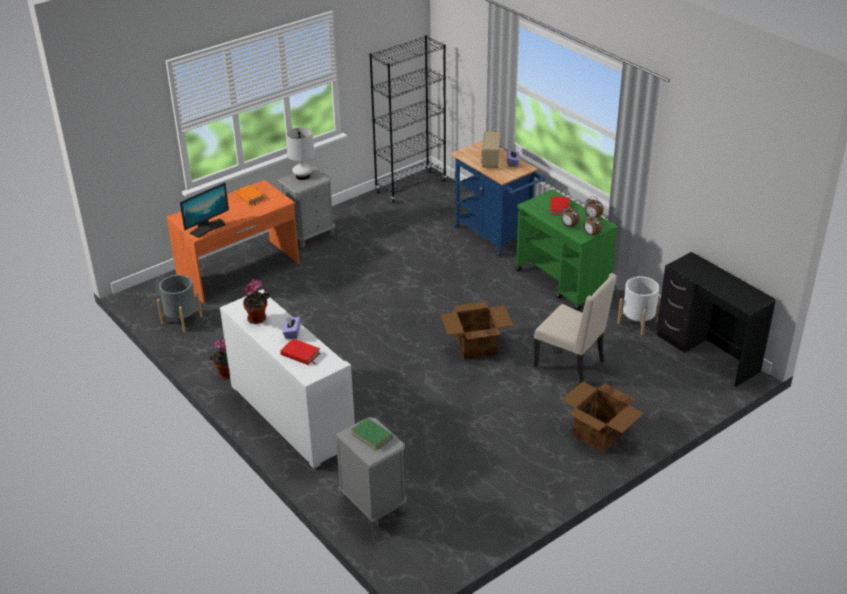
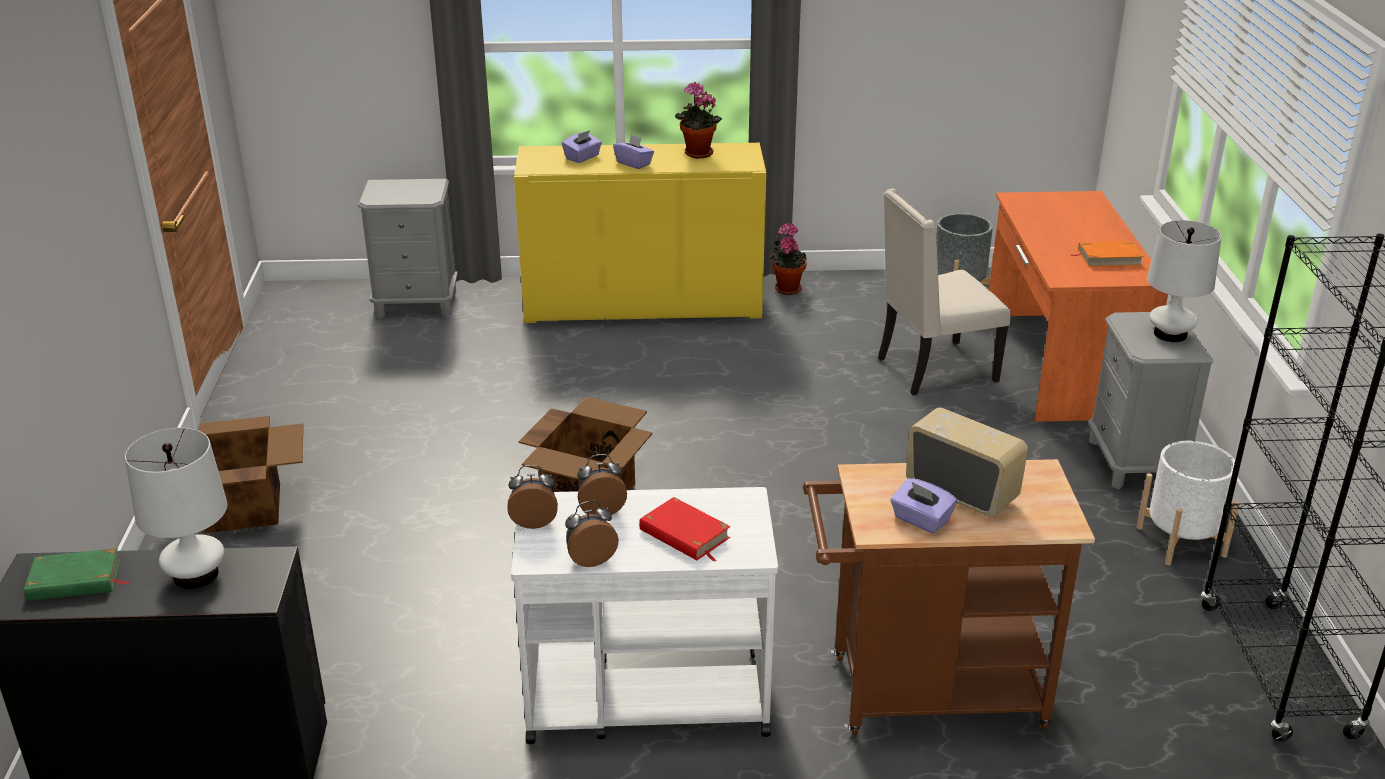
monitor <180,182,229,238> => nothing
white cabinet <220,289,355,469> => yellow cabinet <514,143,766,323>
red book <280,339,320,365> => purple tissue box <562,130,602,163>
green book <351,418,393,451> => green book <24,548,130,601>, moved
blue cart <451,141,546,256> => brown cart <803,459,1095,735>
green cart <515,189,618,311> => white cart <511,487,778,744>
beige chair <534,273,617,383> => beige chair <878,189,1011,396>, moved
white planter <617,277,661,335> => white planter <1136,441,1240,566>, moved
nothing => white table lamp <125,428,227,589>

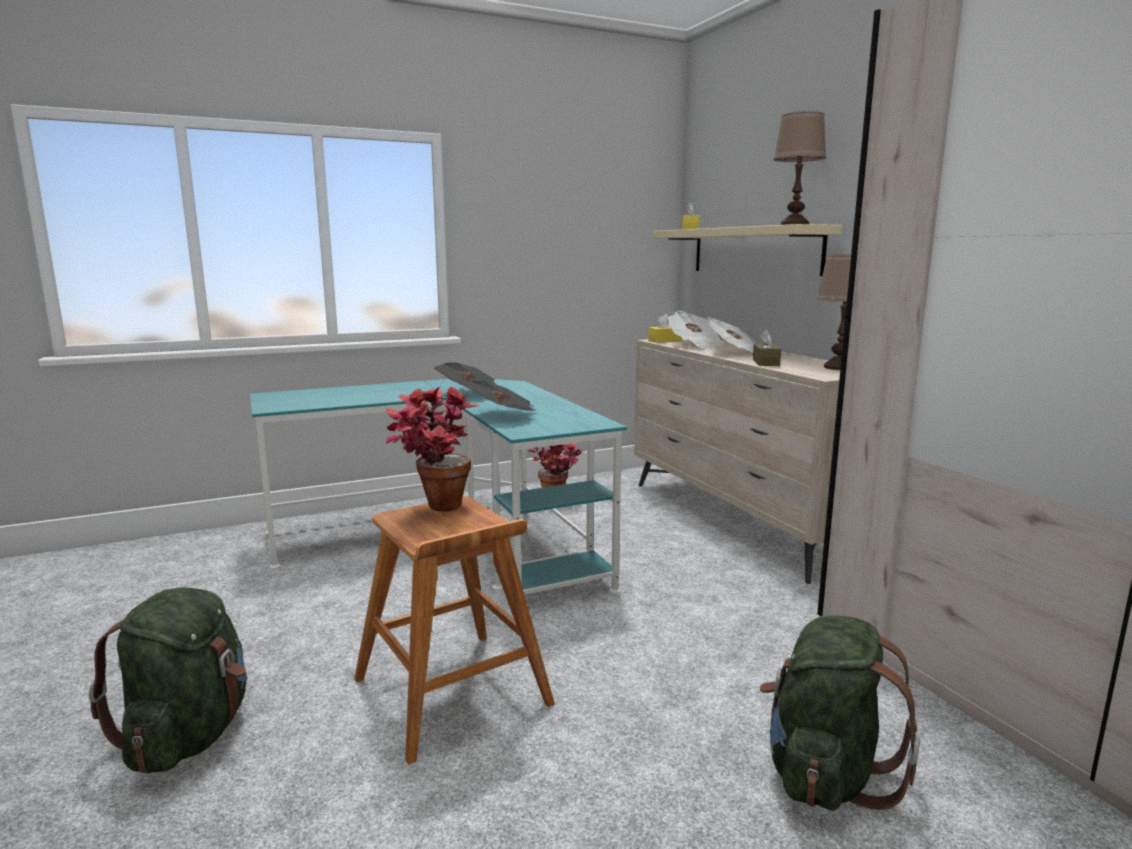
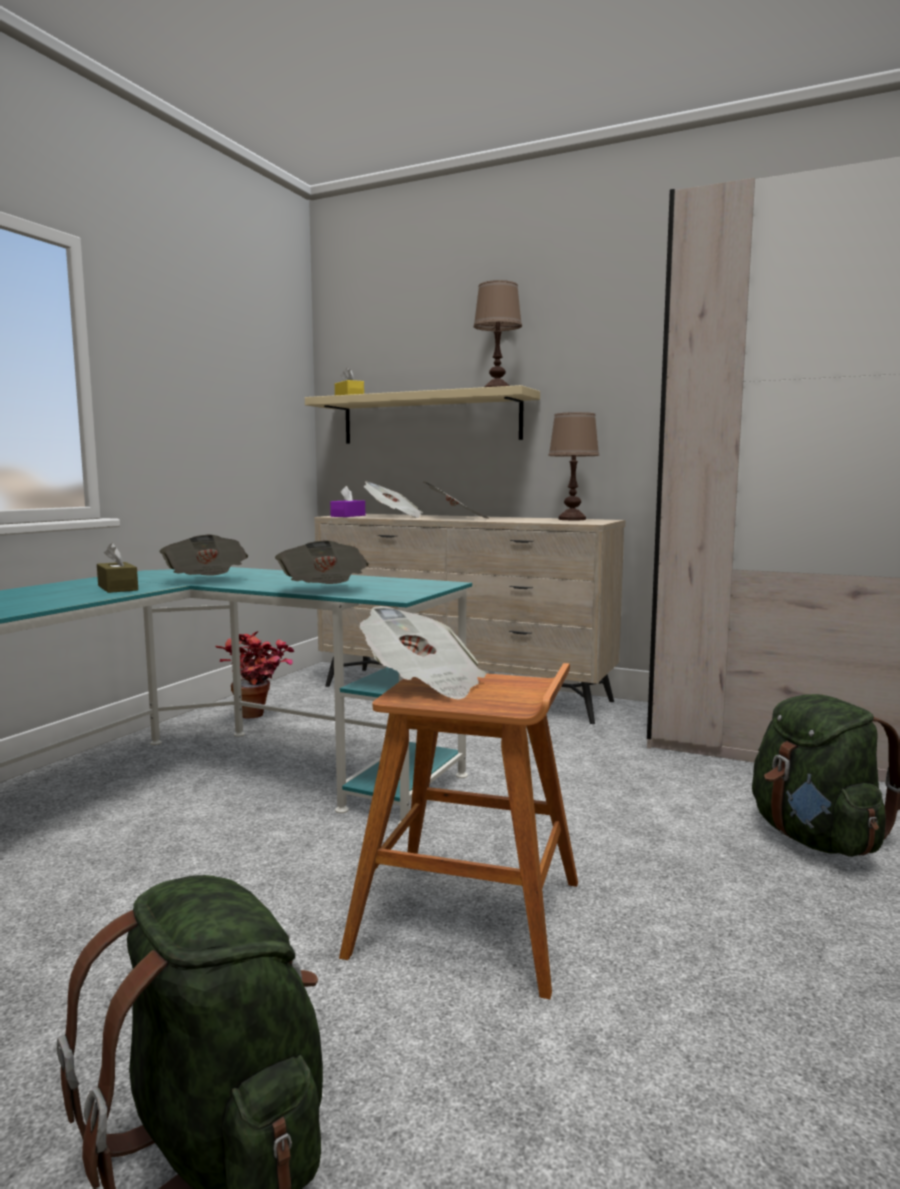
potted plant <385,386,480,512> => newspaper <360,606,486,700>
yellow tissue box <648,314,683,343> => purple tissue box <330,486,365,517>
brown tissue box <753,330,781,366> => brown tissue box <97,543,138,593>, moved

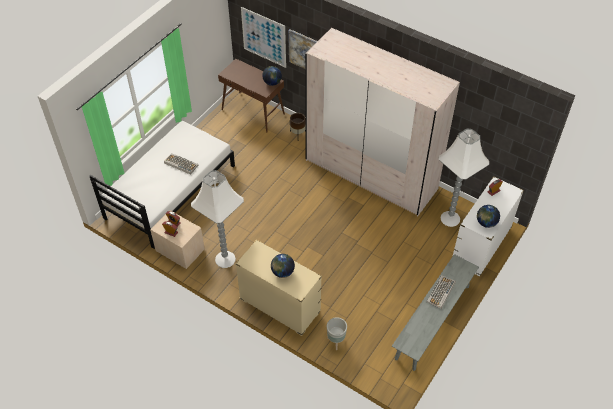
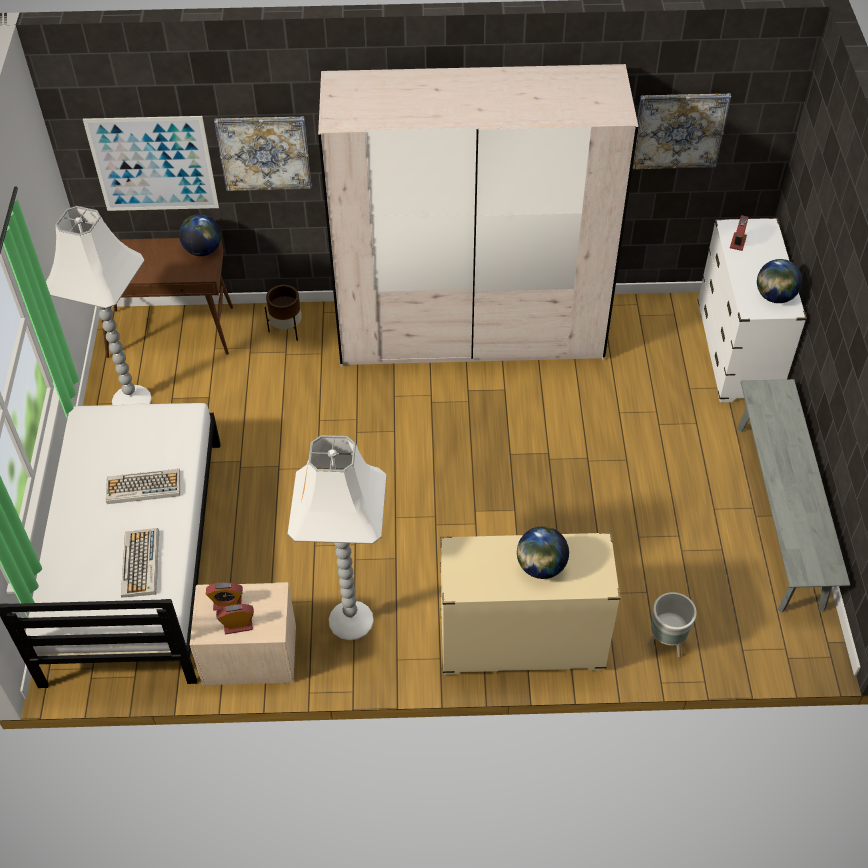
keyboard <427,275,456,309> => keyboard <121,528,159,597>, moved
white floor lamp <439,129,489,227> => white floor lamp <46,206,152,405>, moved
nothing => picture <633,93,731,169>

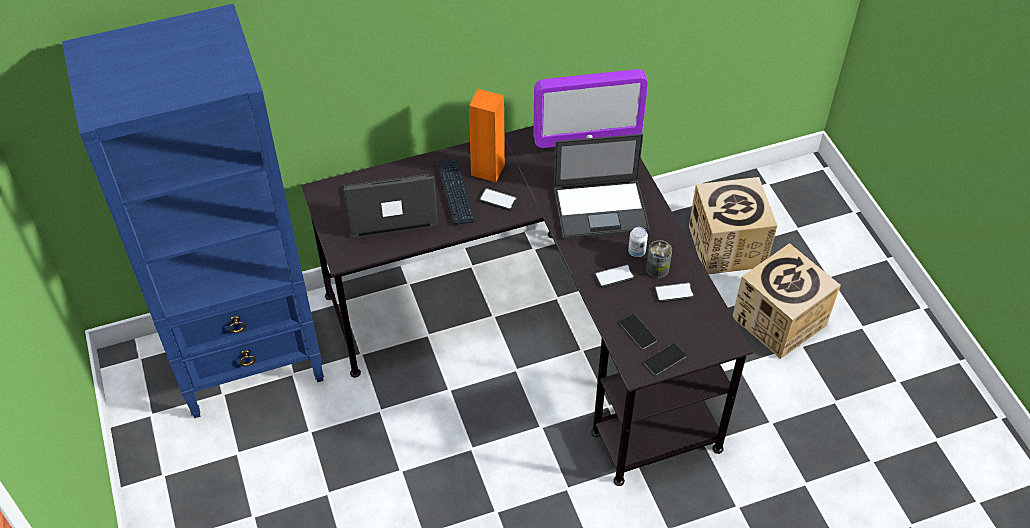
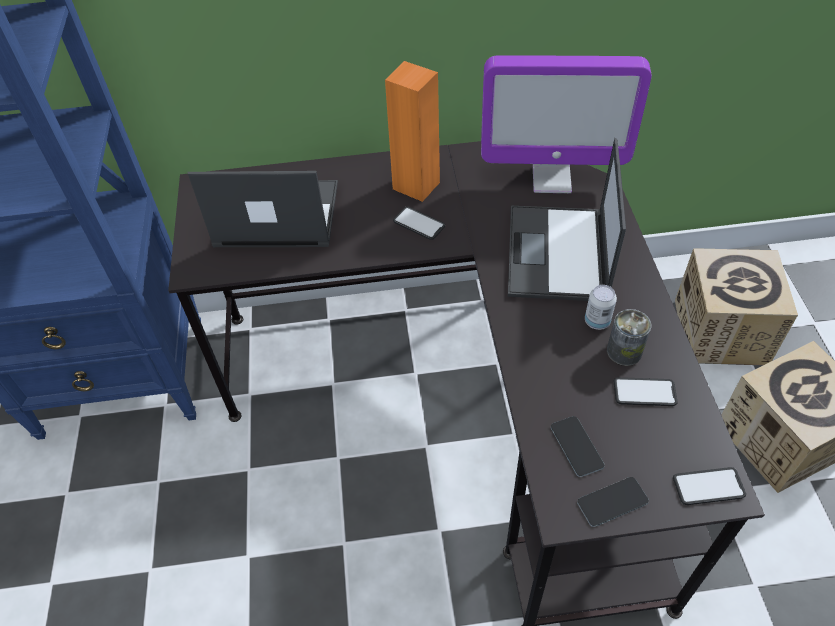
keyboard <437,159,475,225> => nothing
laptop <554,134,650,239> => laptop <508,138,626,301>, 90 degrees clockwise
phone <594,264,636,288> => phone <673,467,746,505>, moved

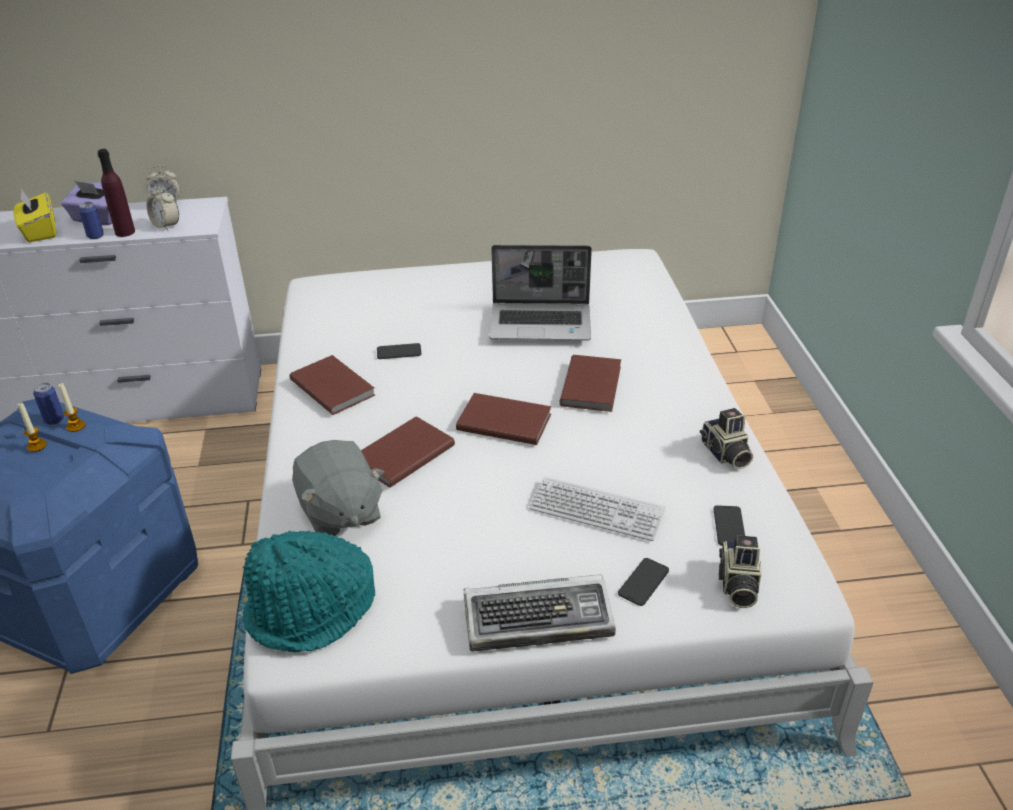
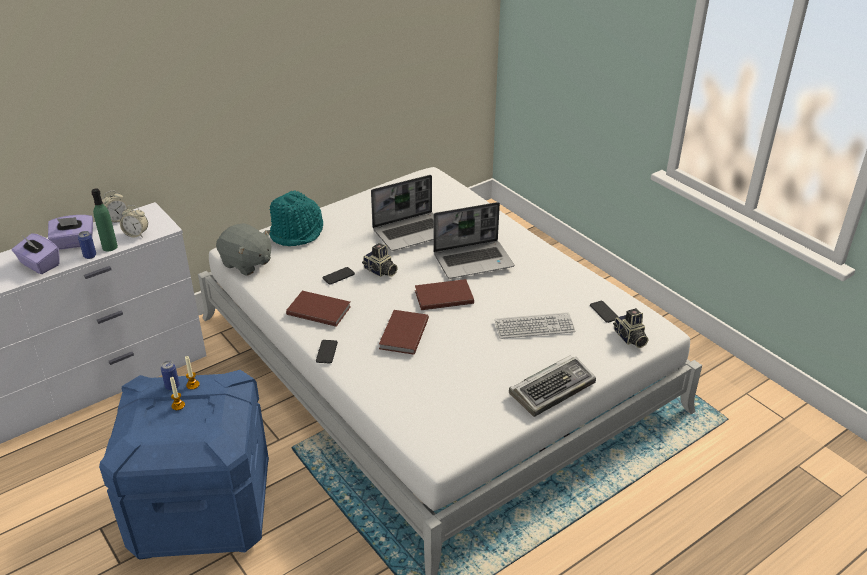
yellow tissue box <14,189,56,242> => purple tissue box <12,233,60,274>
purple bottle <97,149,135,237> => green bottle <91,188,118,251>
turquoise hat <243,530,375,652> => turquoise hat <269,191,323,246>, moved
grey plush toy <292,440,384,536> => grey plush toy <216,223,271,276>, moved
brown book <559,355,621,412> => laptop <433,202,514,279>
phone <618,558,669,606> => phone <316,340,338,363>, moved
photo camera <700,408,753,469> => photo camera <362,243,398,277>, moved

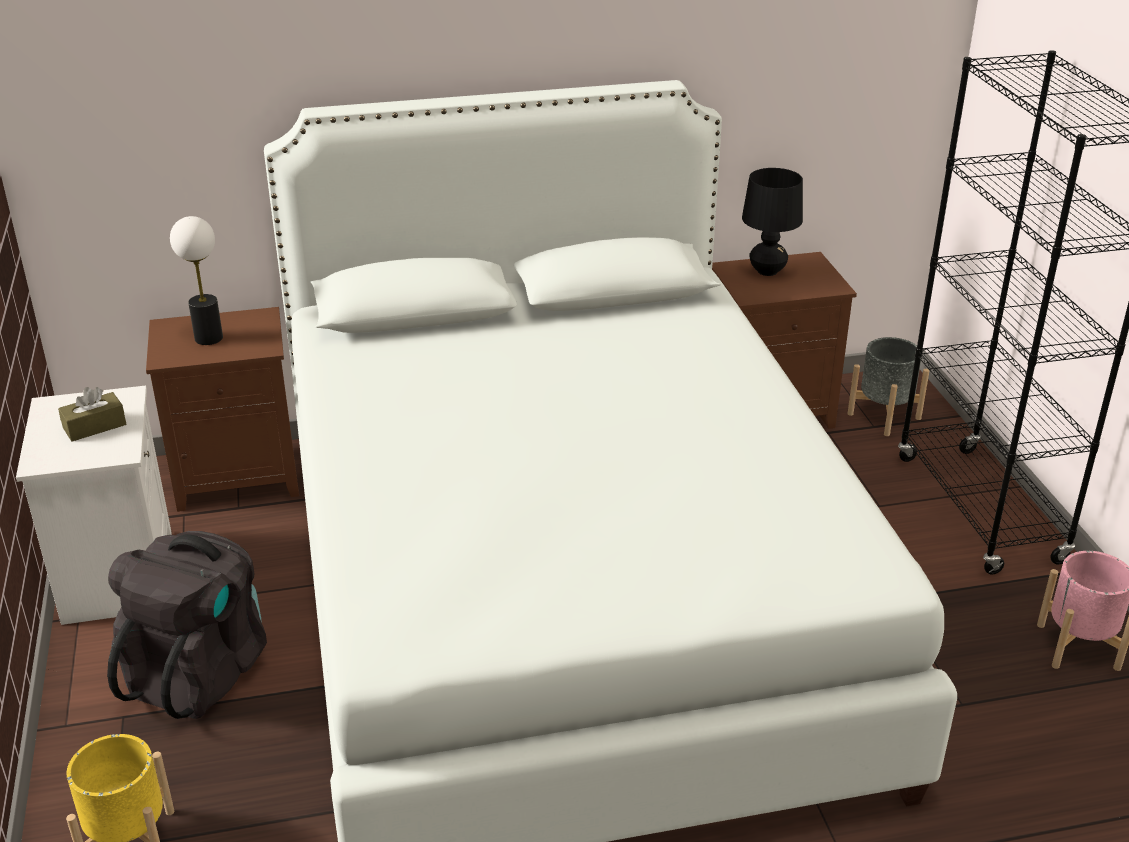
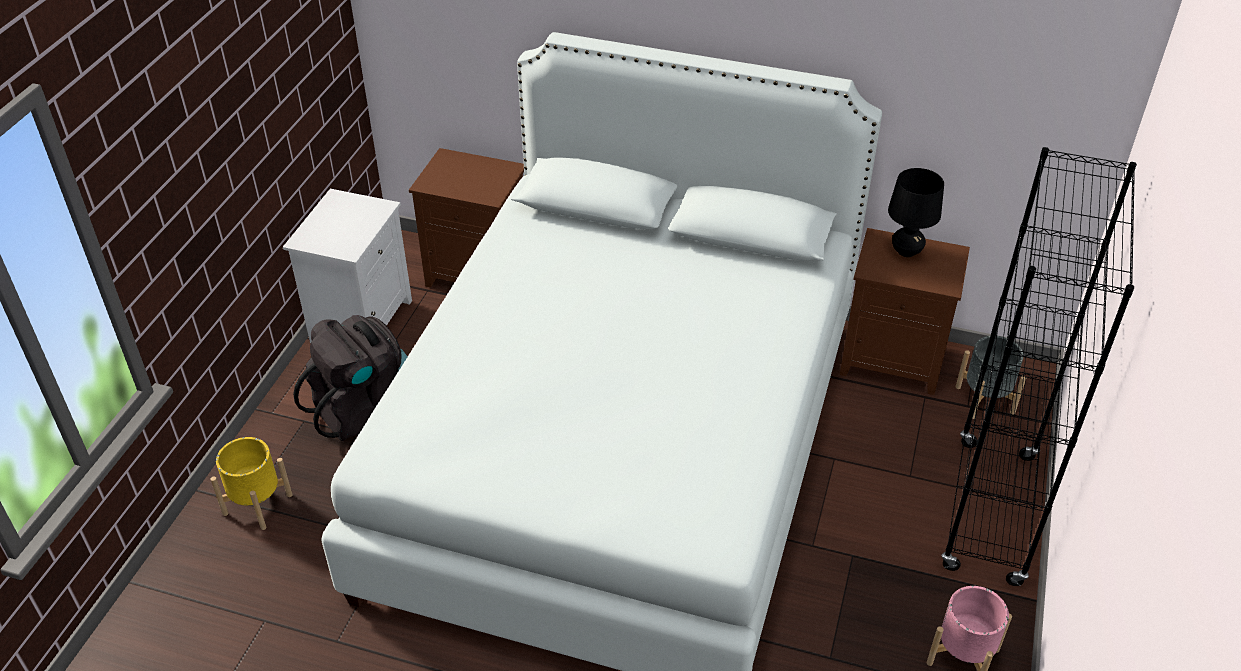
brown tissue box <58,387,126,442> => nothing
table lamp <170,216,223,345> => nothing

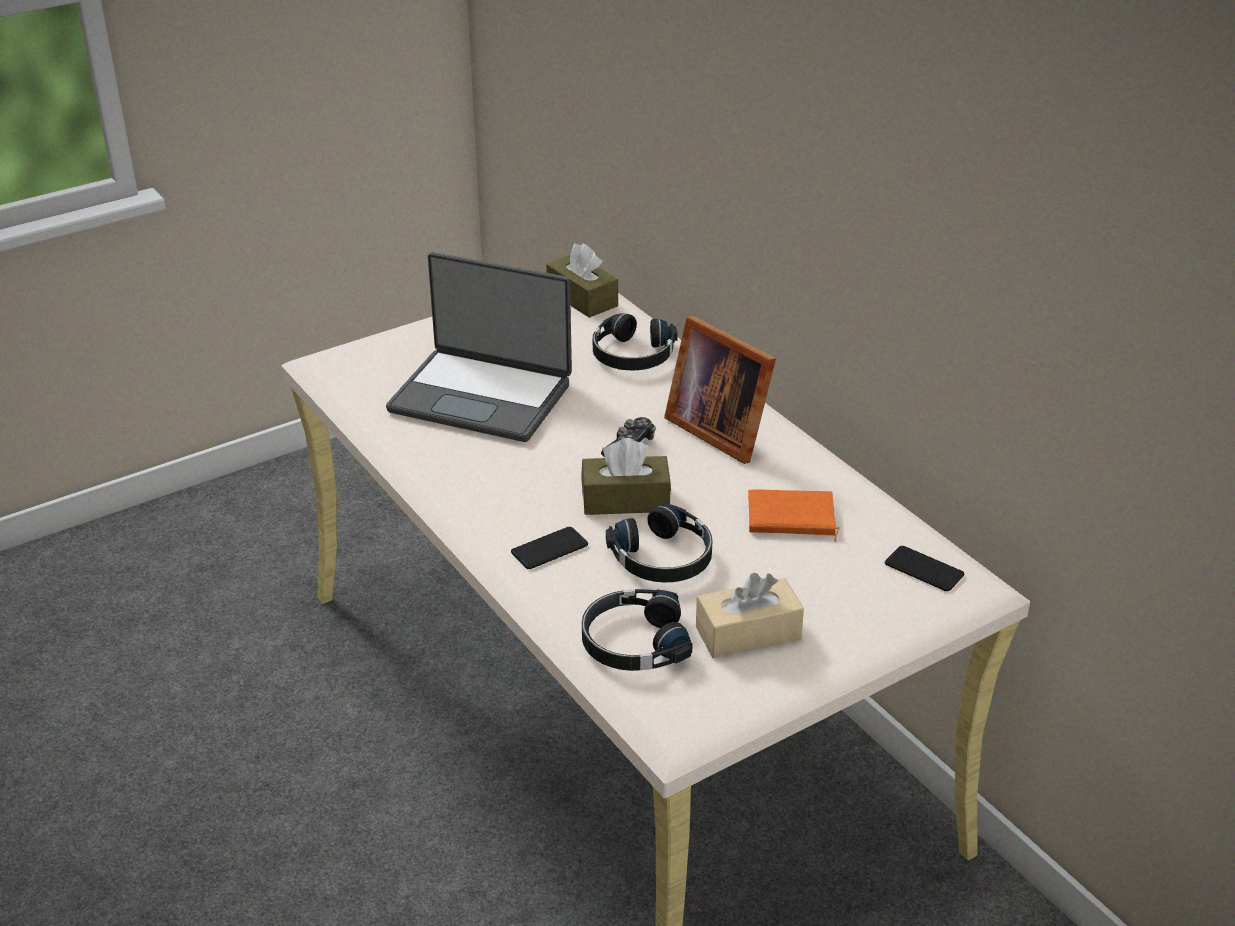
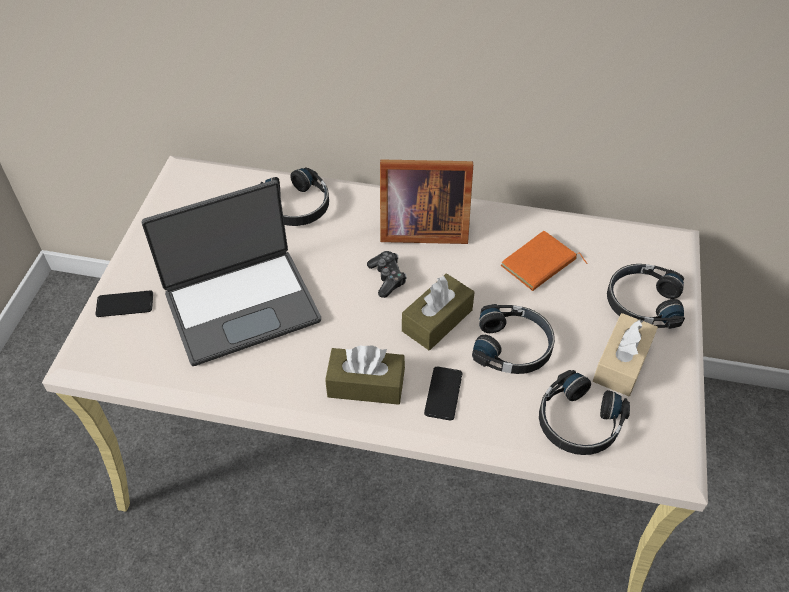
brown tissue box <546,243,618,318> => brown tissue box <325,345,405,405>, moved
phone <885,546,964,591> => phone <95,290,153,317>, moved
nothing => black headphones <607,264,685,329>

